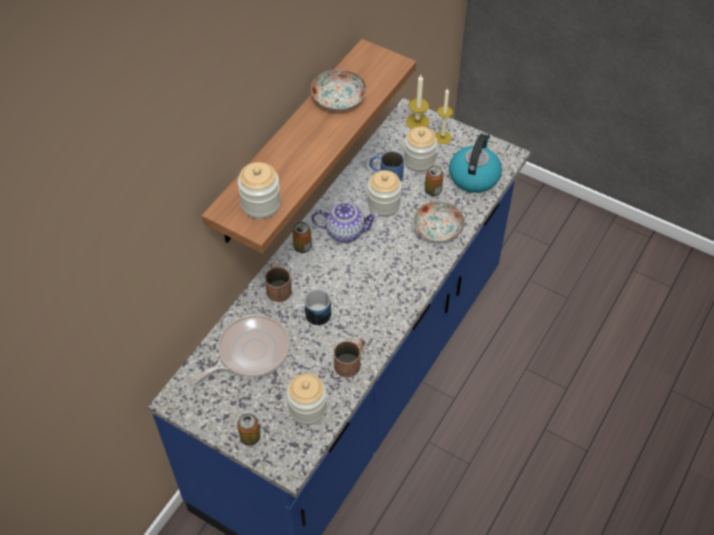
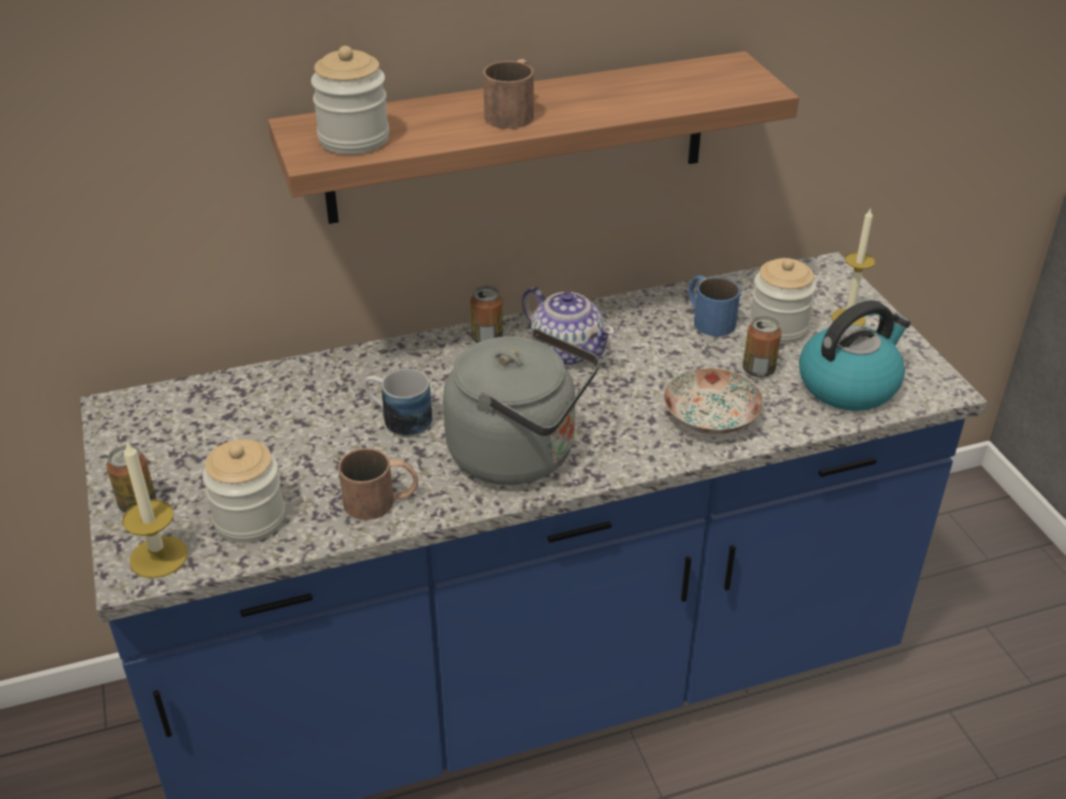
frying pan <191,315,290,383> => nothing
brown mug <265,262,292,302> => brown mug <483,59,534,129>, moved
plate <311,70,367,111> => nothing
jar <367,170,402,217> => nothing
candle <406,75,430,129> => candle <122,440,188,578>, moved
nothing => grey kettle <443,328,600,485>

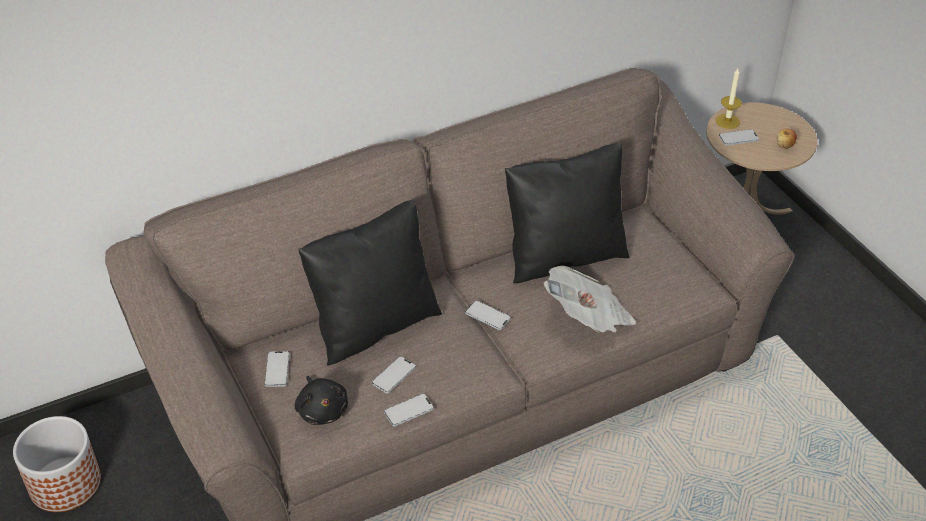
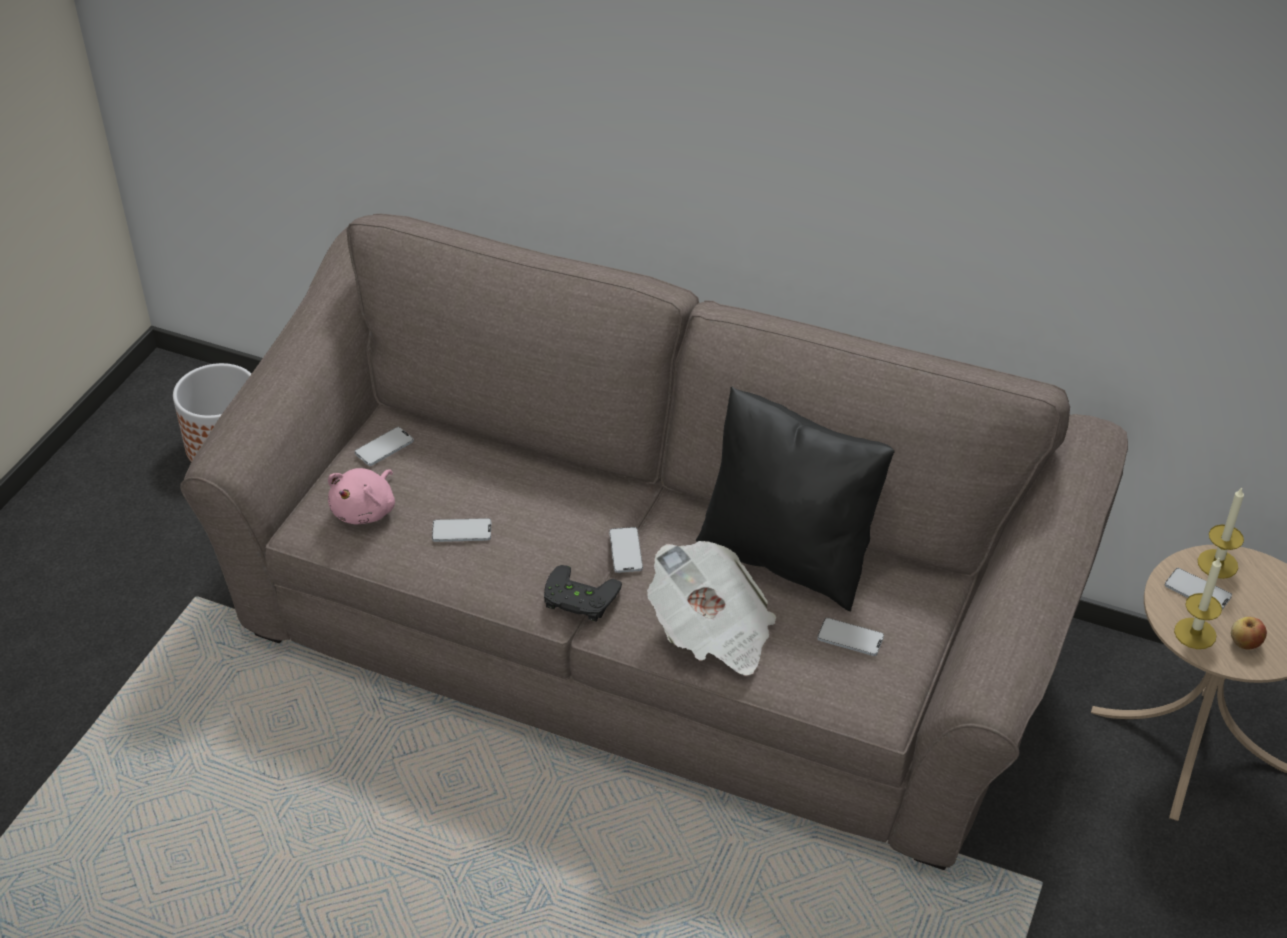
black plush toy <295,376,348,425> => pink plush toy <328,468,395,524>
black pillow <298,200,442,365> => nothing
phone <384,394,434,426> => phone <817,618,884,656>, moved
nothing => black game controller <544,565,622,621>
nothing => candle <1174,558,1222,649>

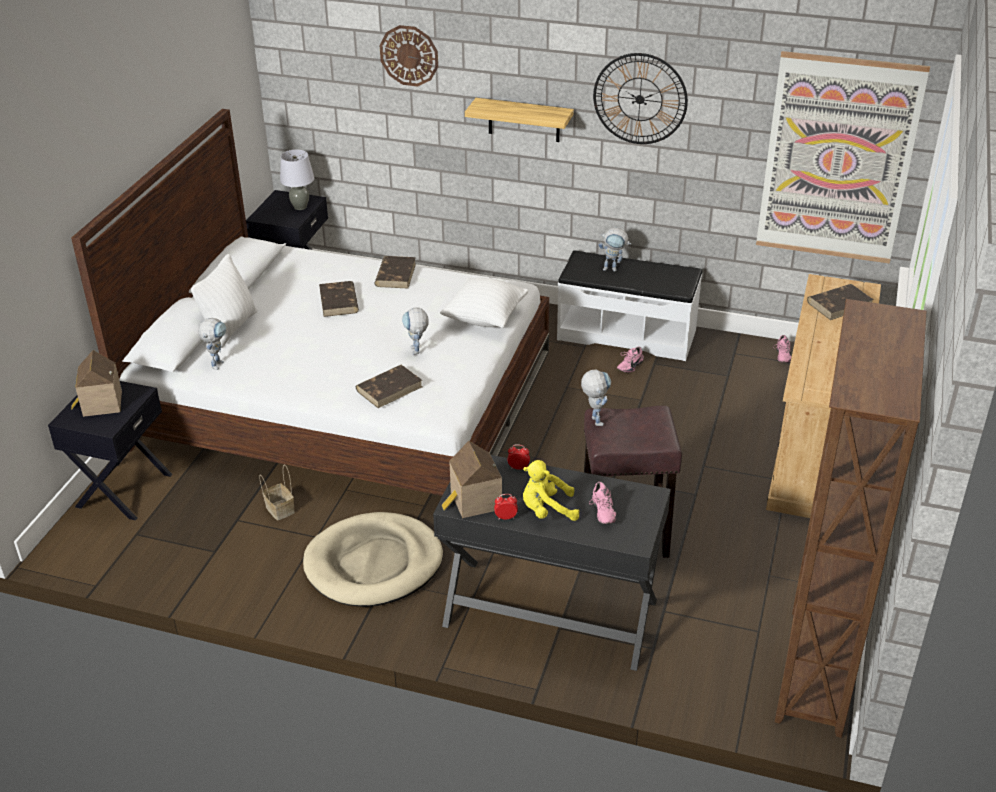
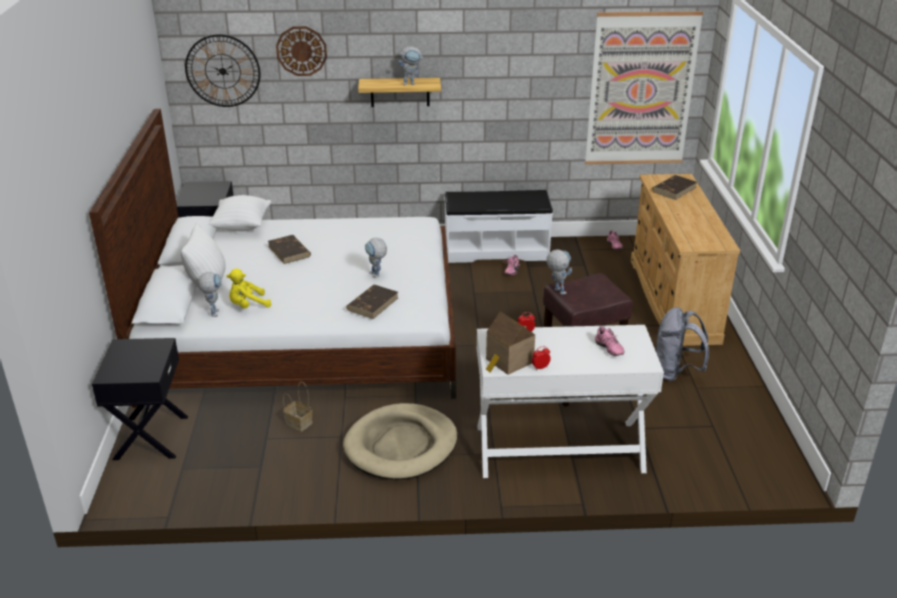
toy house <71,350,122,417> => nothing
grey table lamp <280,150,314,210> => nothing
brown book <374,256,416,288> => nothing
black desk <433,455,671,671> => white desk <476,325,664,478>
white pillow <440,278,528,328> => white pillow <208,195,271,231>, moved
yellow plush toy <523,460,579,521> => yellow plush toy <226,269,272,308>, moved
wall clock <593,53,688,144> => wall clock <185,34,260,107>, moved
toy robot <599,227,631,271> => toy robot <398,46,424,85>, moved
brown bookcase <775,299,927,738> => nothing
nothing => grey backpack <656,307,709,382>

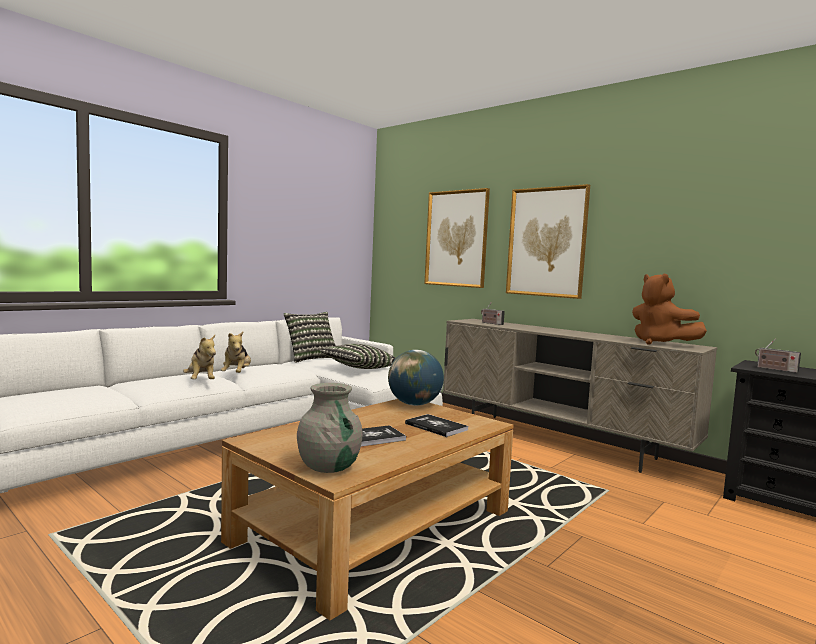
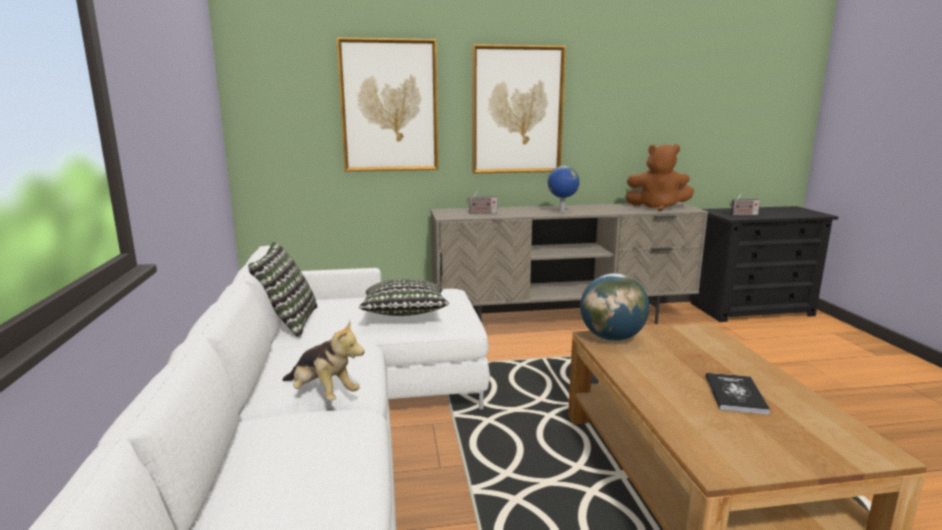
plush toy <183,335,216,379> => nothing
grey vase <297,383,363,473> => nothing
book <405,414,468,437> => nothing
nothing => globe <548,166,580,213>

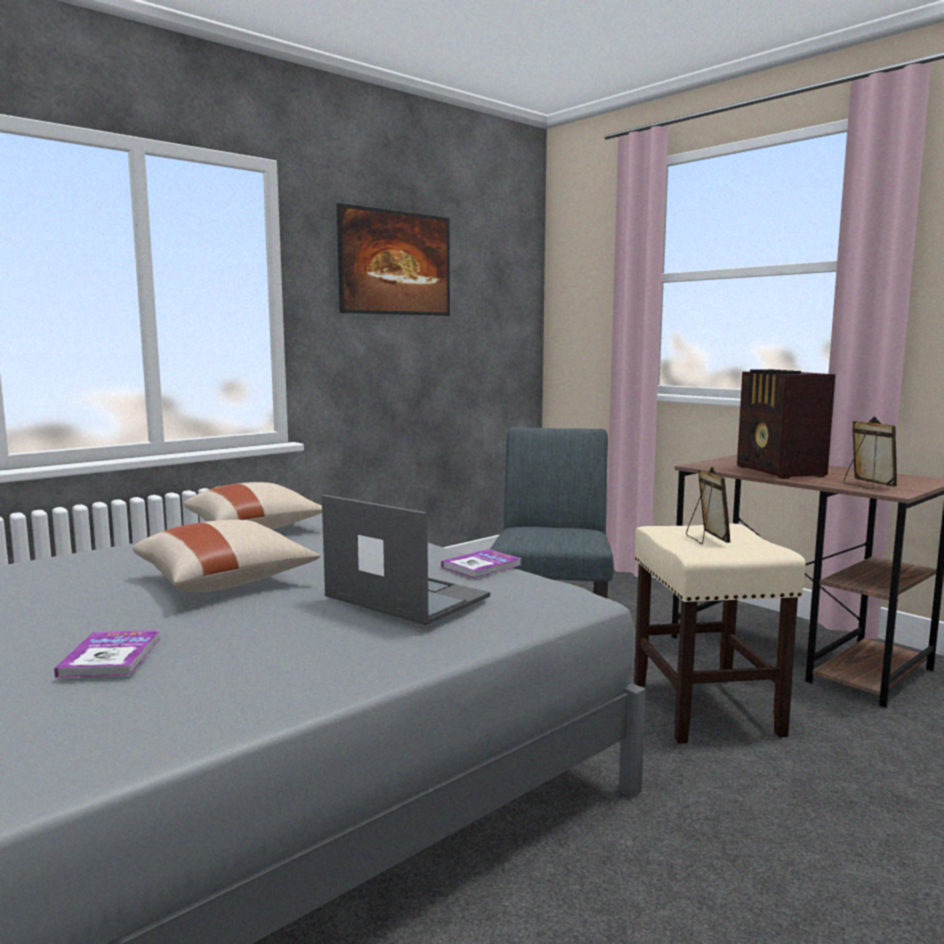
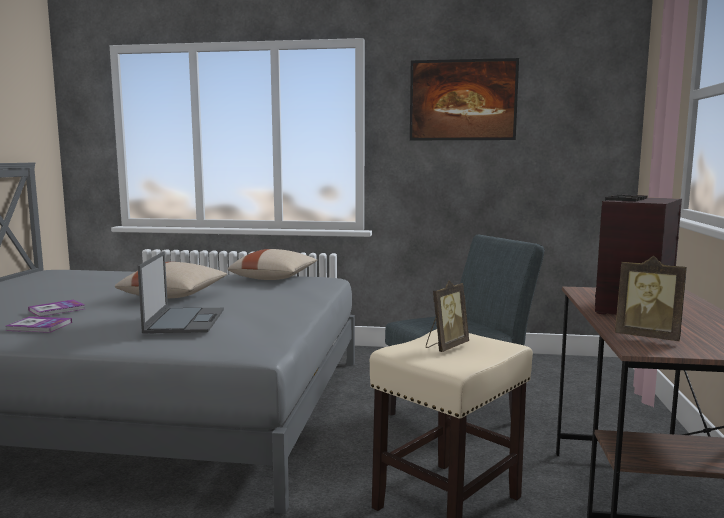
book <441,549,522,578> => book <6,317,72,333>, moved
picture frame <843,416,897,489> => picture frame <615,256,687,341>, 90 degrees clockwise

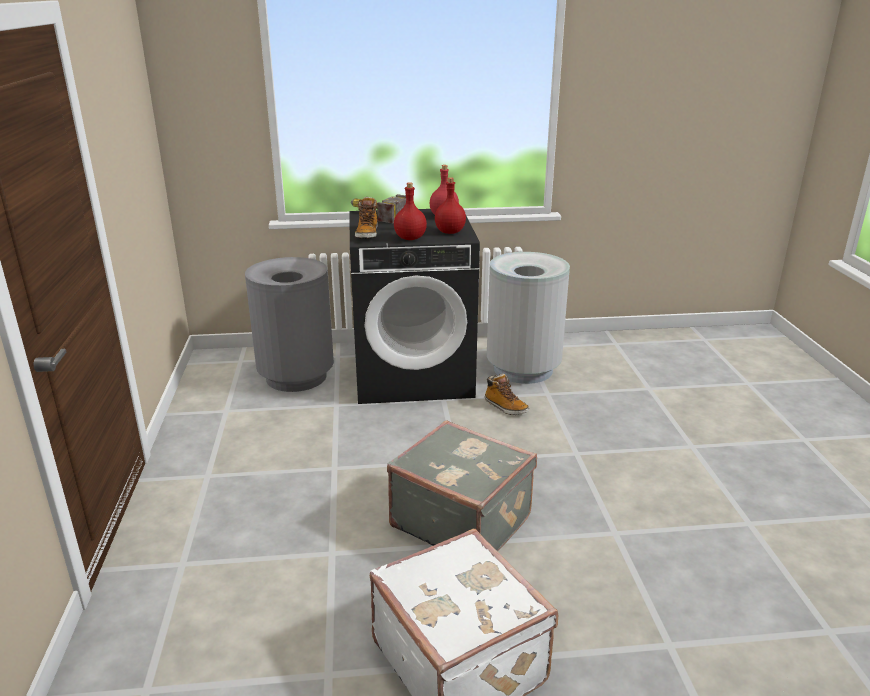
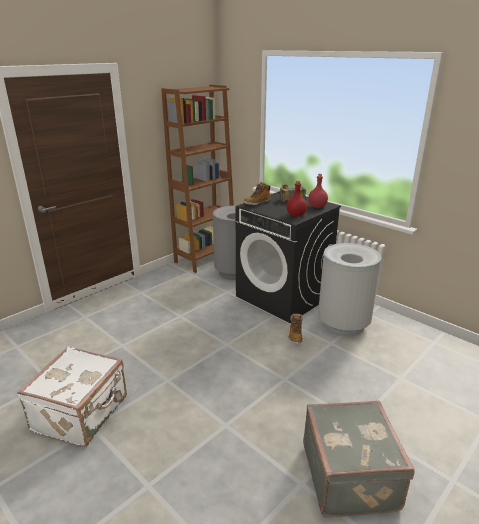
grey suitcase <387,420,537,551> => grey suitcase <303,401,415,518>, moved
red bottle <394,182,427,240> => nothing
nothing => brown bookcase <161,84,234,273>

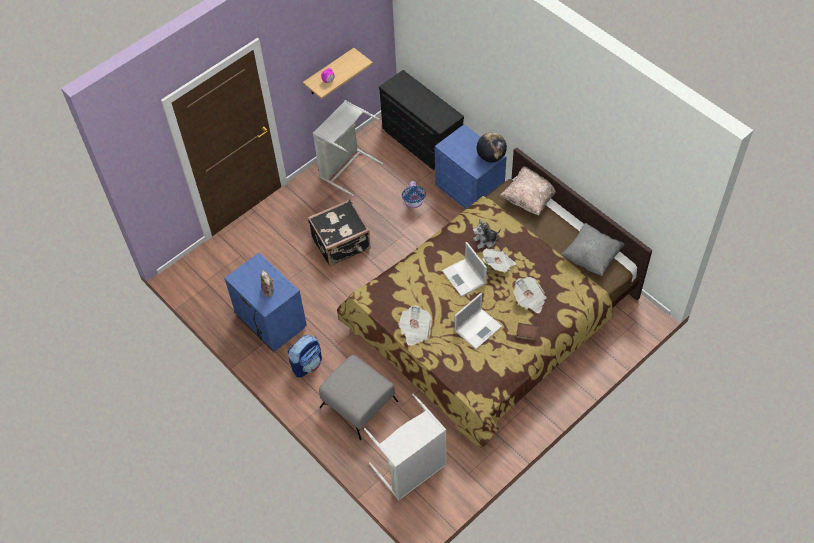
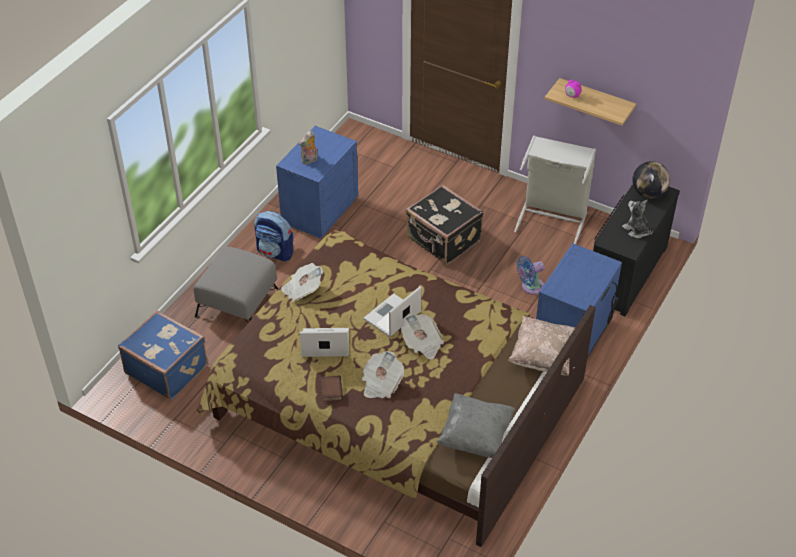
grey laundry basket <364,394,447,500> => blue suitcase <118,310,207,399>
laptop <454,293,502,349> => laptop <300,328,349,357>, 150 degrees clockwise
plush toy <473,218,501,249> => plush toy <622,200,653,238>, moved
globe <477,132,507,163> => globe <632,161,670,198>, moved

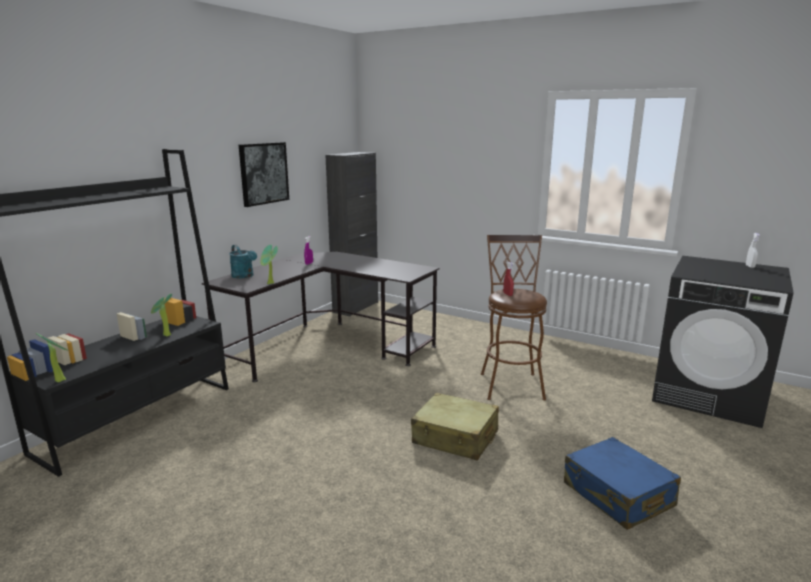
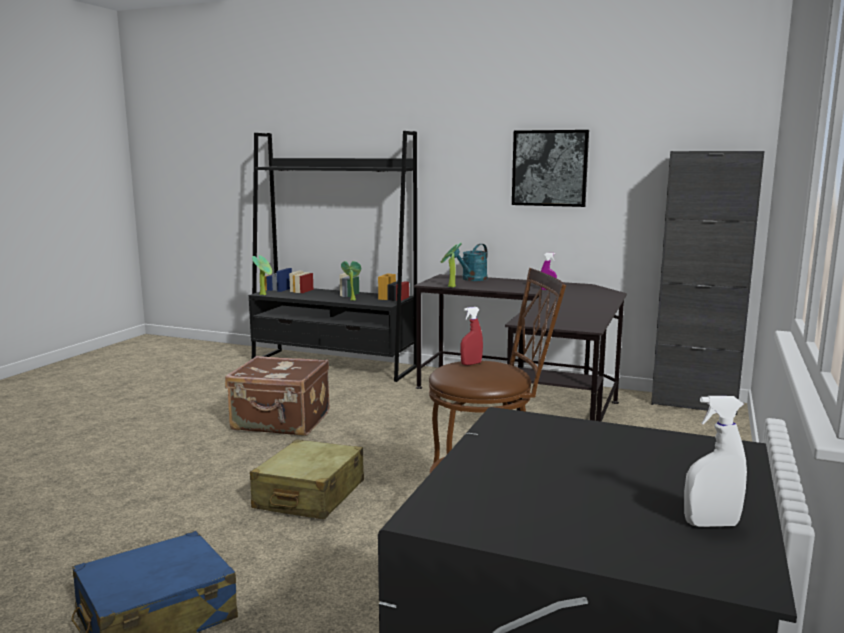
nothing => brown suitcase <225,356,329,436>

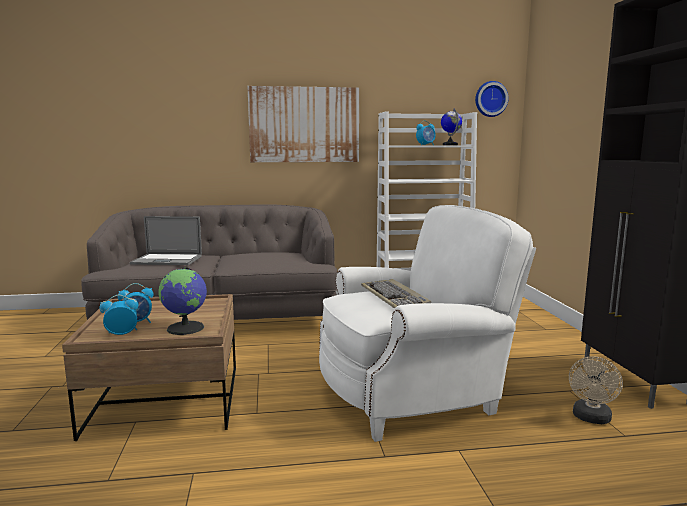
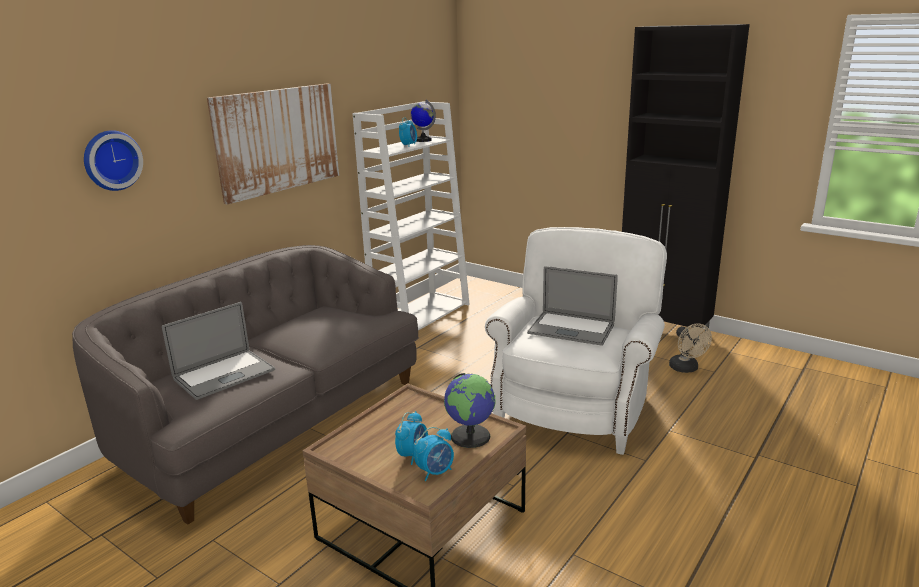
alarm clock <99,295,138,335> => alarm clock <414,427,454,481>, 150 degrees counterclockwise
keyboard <361,279,431,309> => laptop <527,266,618,346>
wall clock <475,81,509,117> => wall clock <84,130,143,191>, moved

